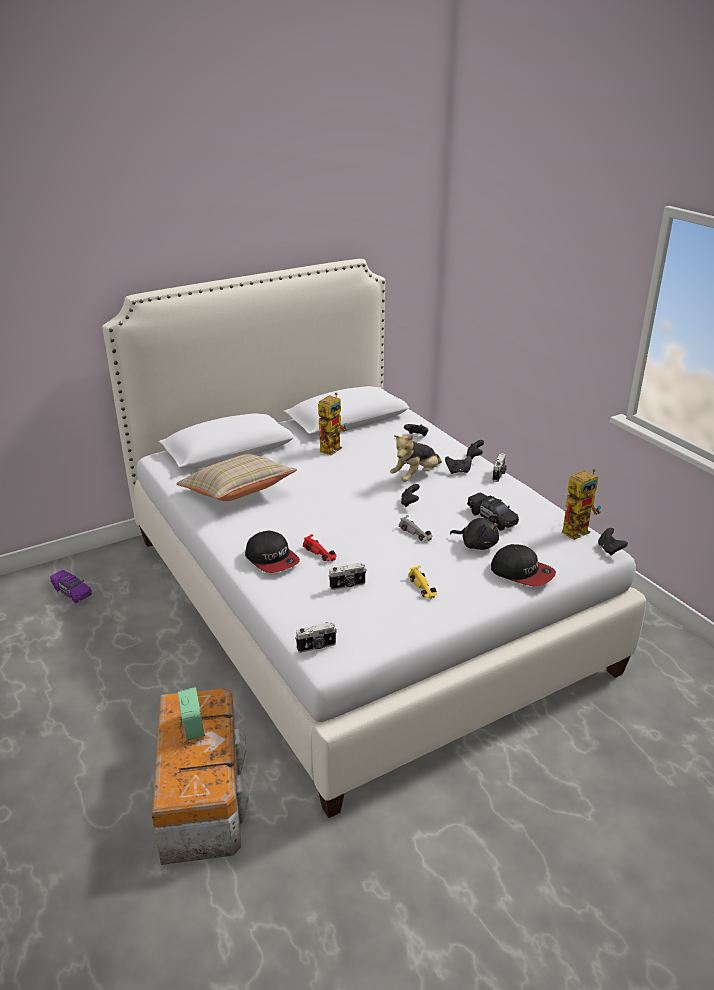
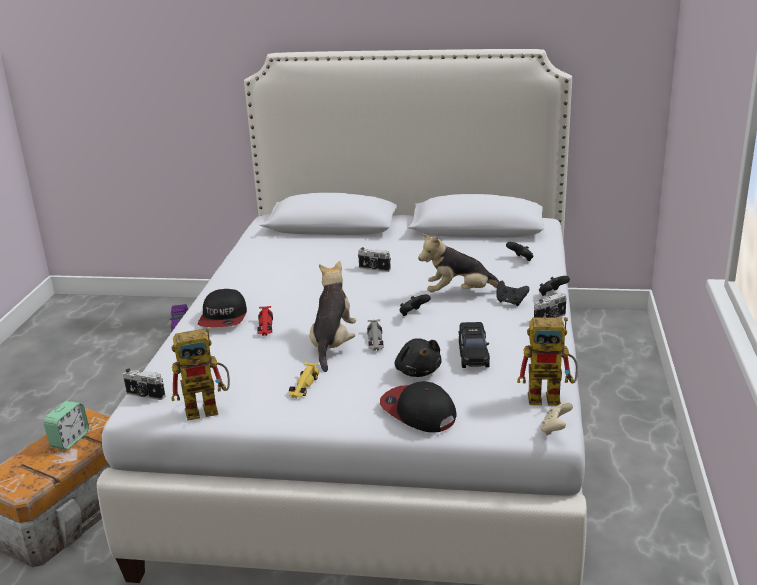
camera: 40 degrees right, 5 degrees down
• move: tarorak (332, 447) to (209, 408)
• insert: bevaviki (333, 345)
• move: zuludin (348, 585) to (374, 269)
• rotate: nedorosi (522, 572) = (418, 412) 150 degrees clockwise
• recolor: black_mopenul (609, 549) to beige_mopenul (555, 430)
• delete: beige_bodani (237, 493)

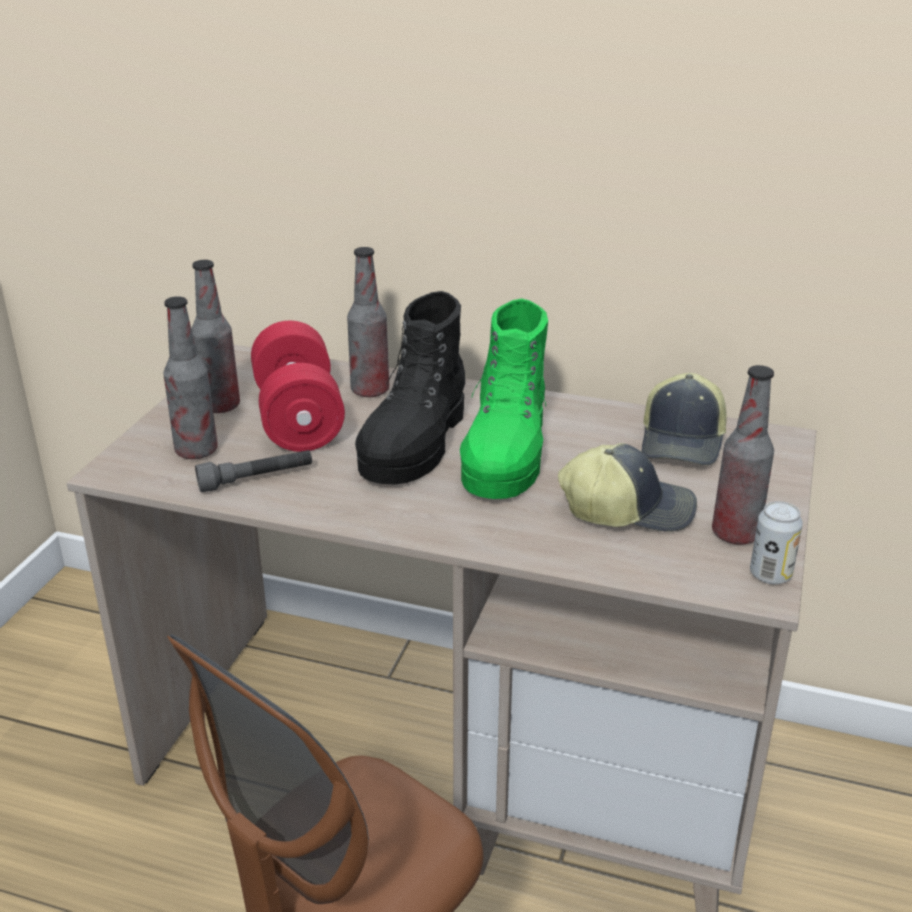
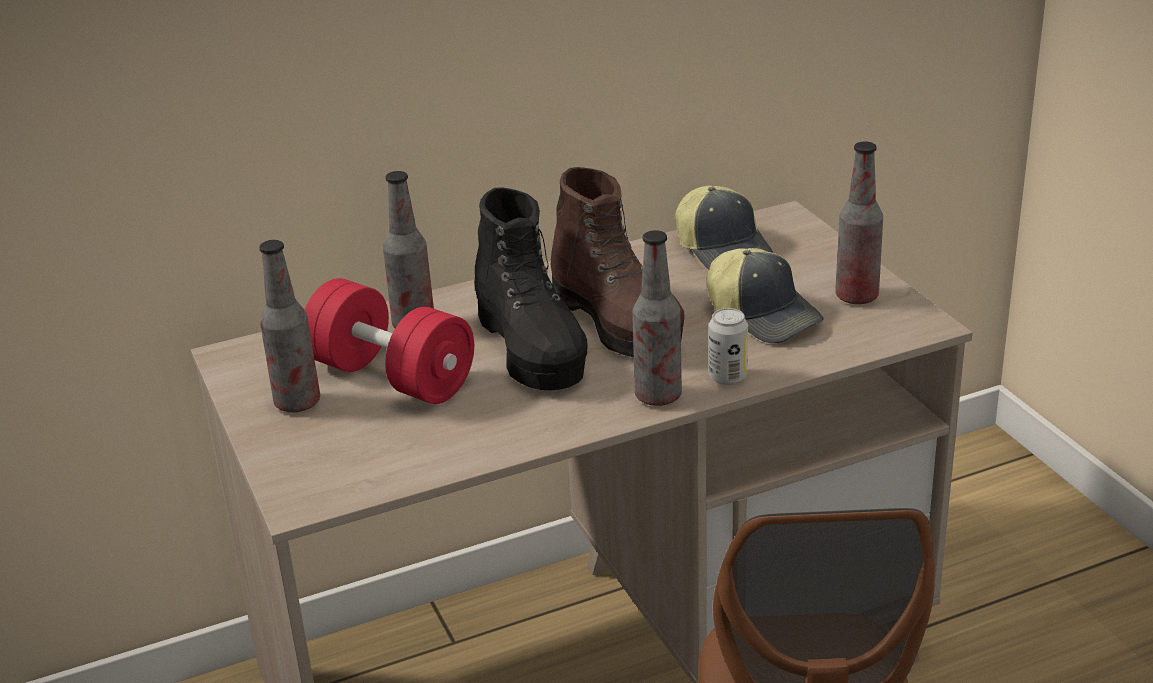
camera: 40 degrees left, 0 degrees up
• recolor: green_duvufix (506, 457) to brown_duvufix (618, 322)
• move: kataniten (196, 451) to (658, 396)
• rotate: nedorosi (627, 509) = (764, 315) 90 degrees clockwise
• move: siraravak (770, 575) to (728, 377)
• delete: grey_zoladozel (256, 479)

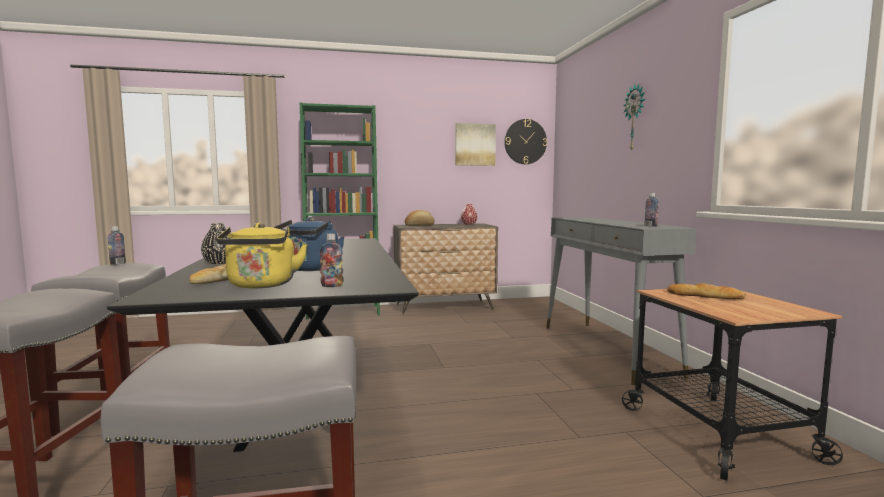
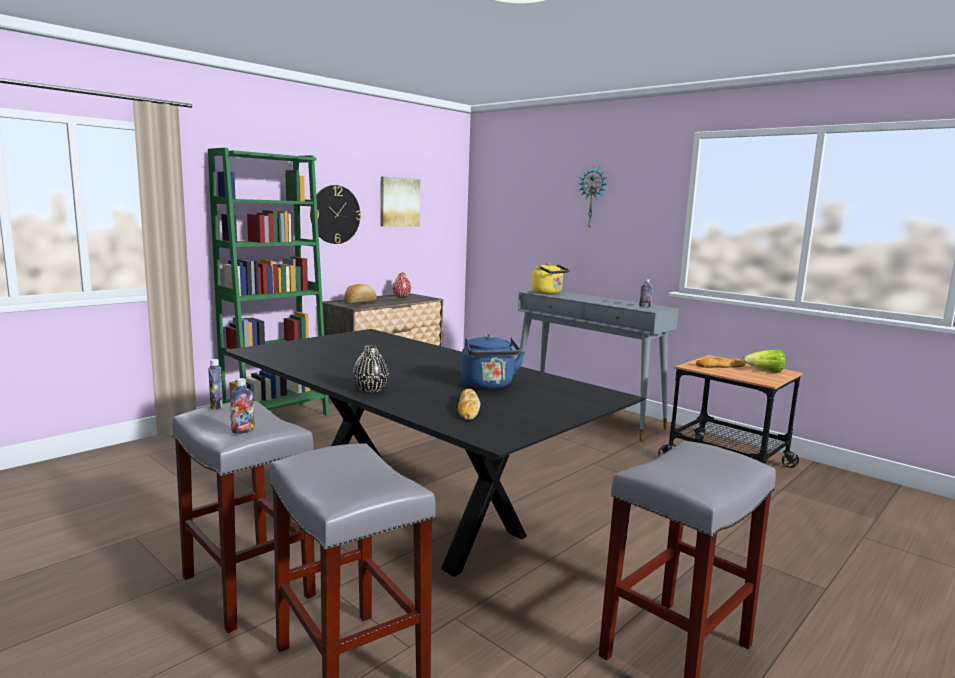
camera: 35 degrees left, 5 degrees up
• move: kataniten (332, 286) to (243, 431)
• move: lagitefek (525, 141) to (335, 214)
• move: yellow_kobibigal (261, 285) to (548, 293)
• insert: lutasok (765, 372)

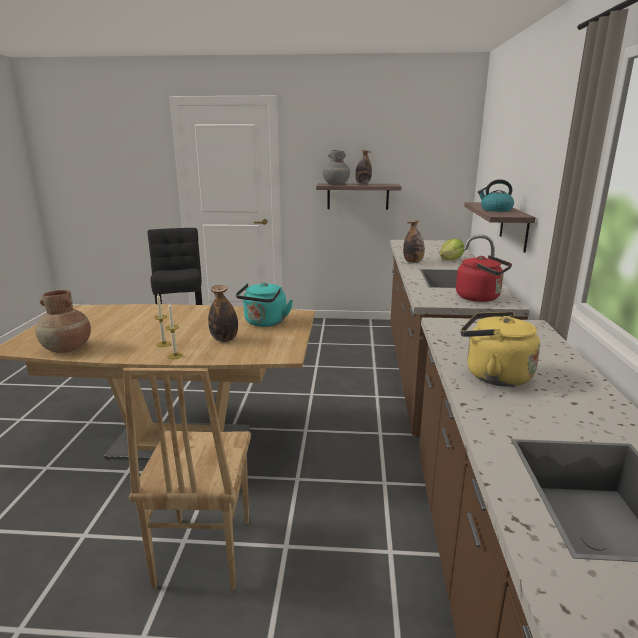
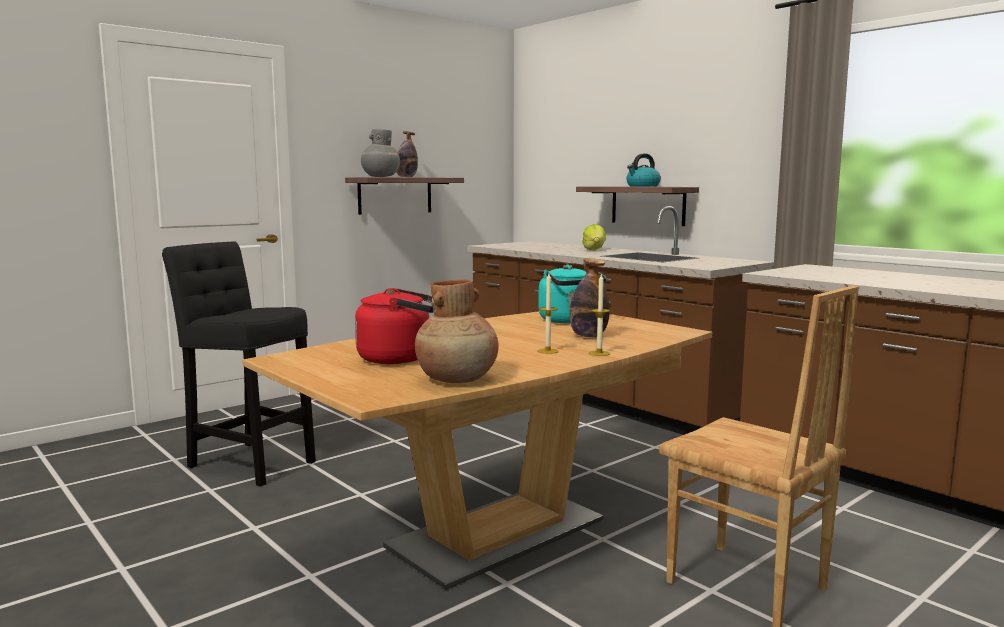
camera: 45 degrees left, 10 degrees down
• move: red_kobibigal (480, 298) to (399, 358)
• delete: kataniten (413, 262)
• delete: yellow_kobibigal (493, 375)

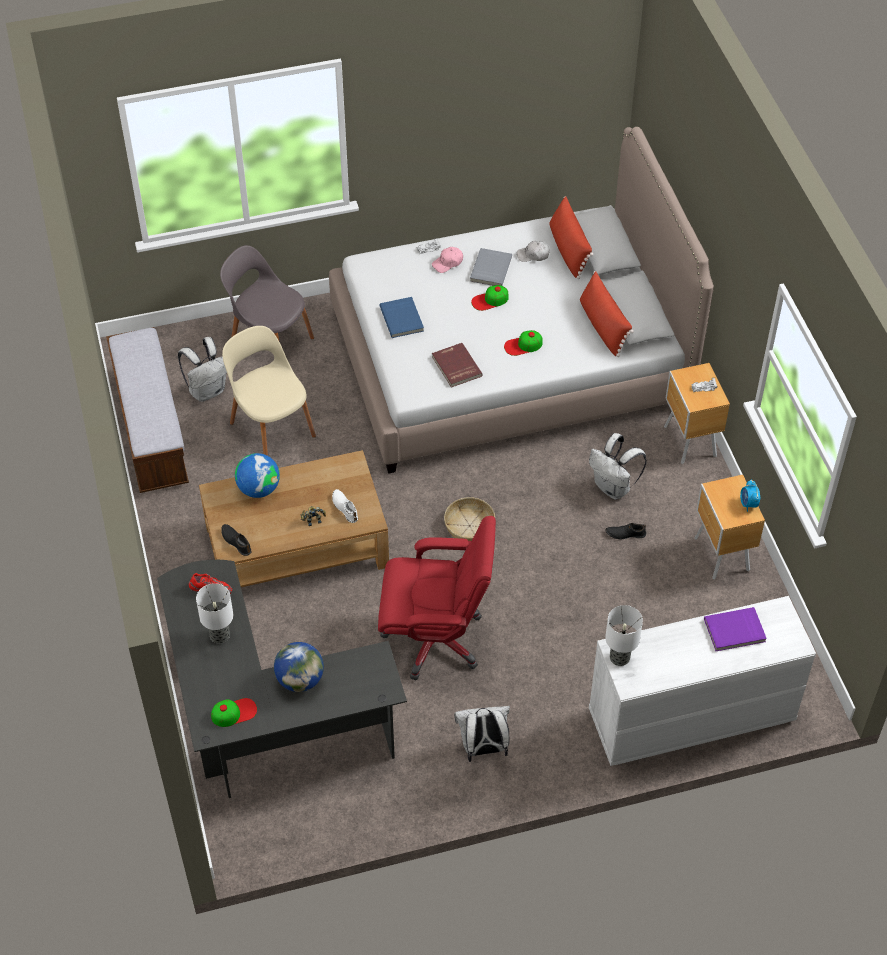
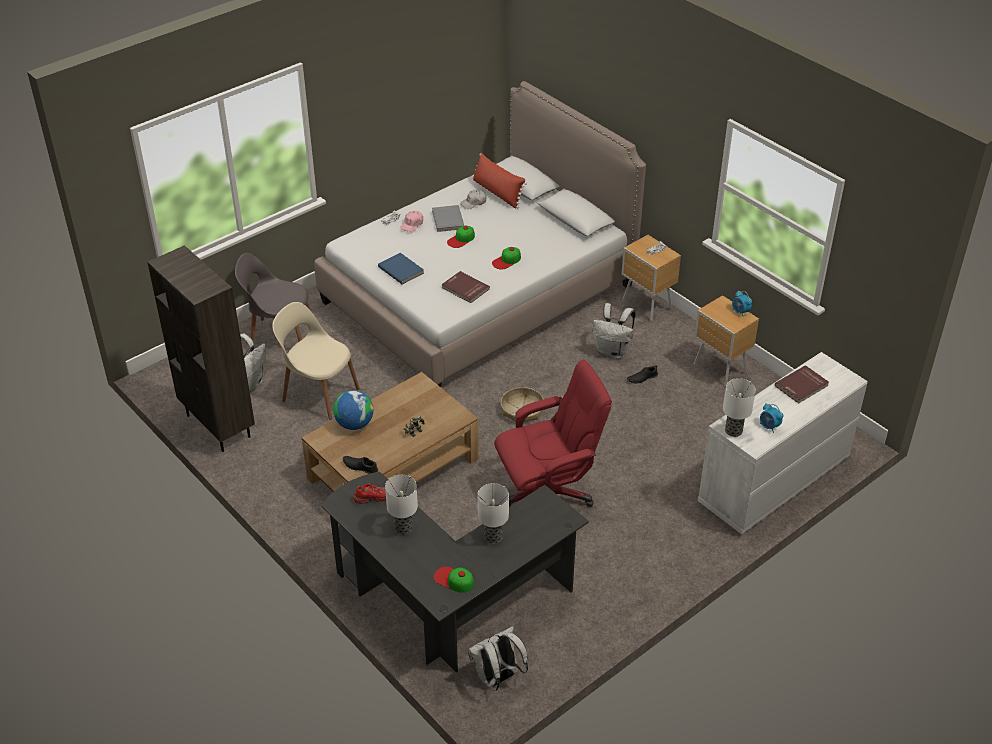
camera: 25 degrees left, 10 degrees down
• replace: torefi (151, 429) to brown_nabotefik (217, 426)
• rotate: nedorosi (234, 712) = (454, 580) 105 degrees counterclockwise
• move: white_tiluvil (483, 749) to (497, 678)
• replace: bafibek (300, 680) to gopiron (492, 536)
• insert: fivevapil (769, 427)
• recolor: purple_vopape (735, 631) to red_vopape (802, 386)
• delete: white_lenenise (345, 508)
• delete: red_bodani (603, 326)

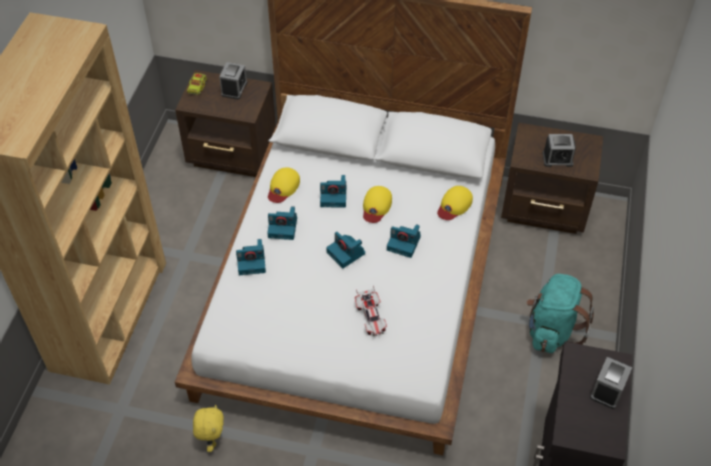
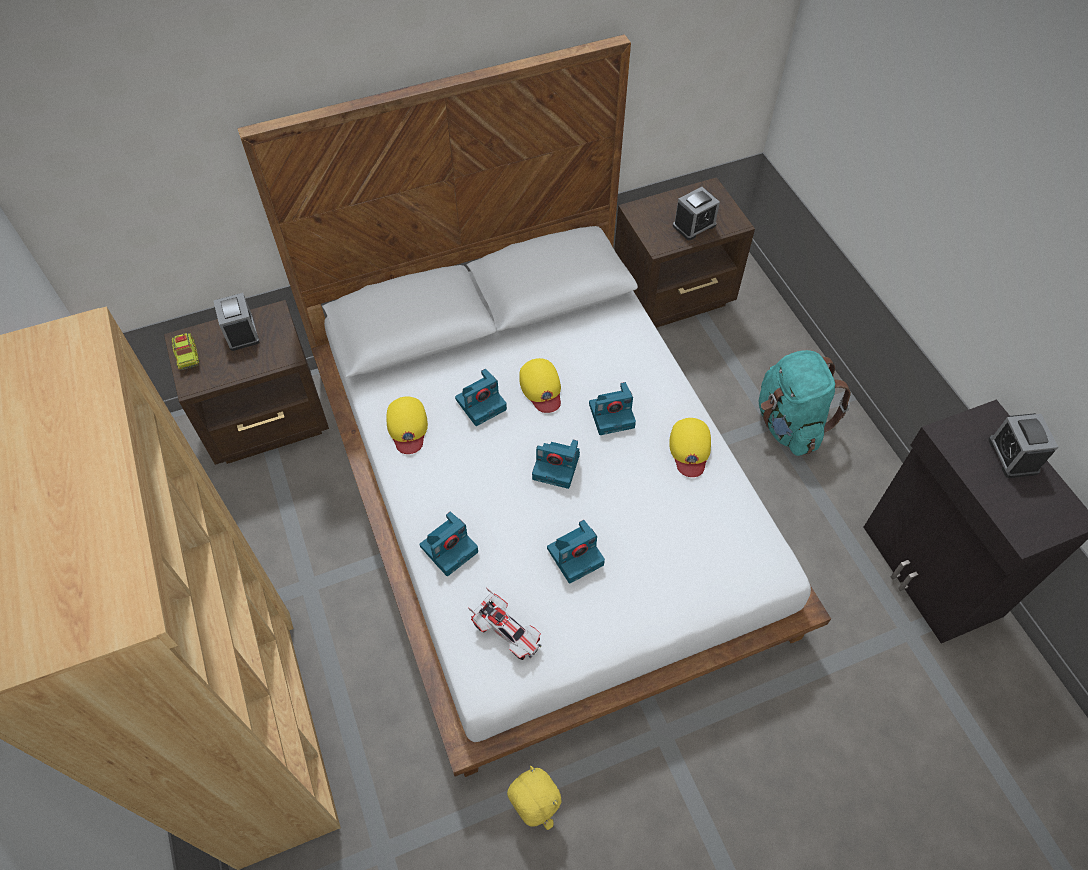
camera: 35 degrees left, 5 degrees up
• move: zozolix (371, 318) to (507, 632)
• move: zuludin (283, 227) to (576, 555)
• move: yellow_nedorosi (454, 205) to (690, 449)

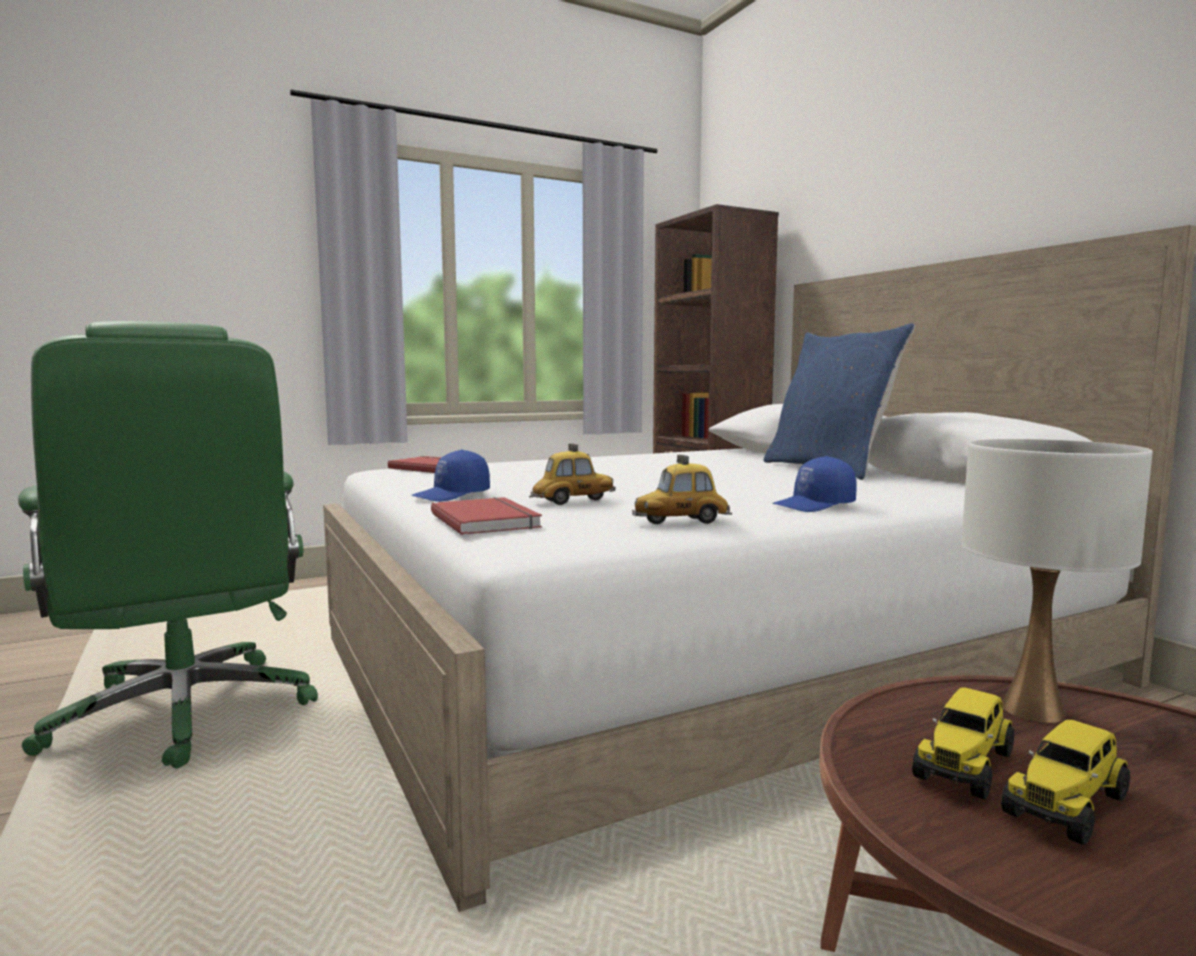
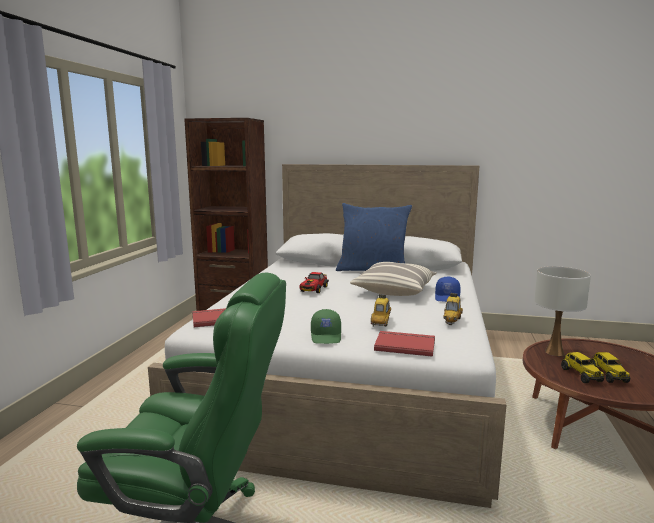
camera: 50 degrees left, 5 degrees up
• insert: zozolix (313, 290)
• recolor: blue_nedorosi (452, 496) to green_nedorosi (326, 336)
• insert: bodani (394, 290)

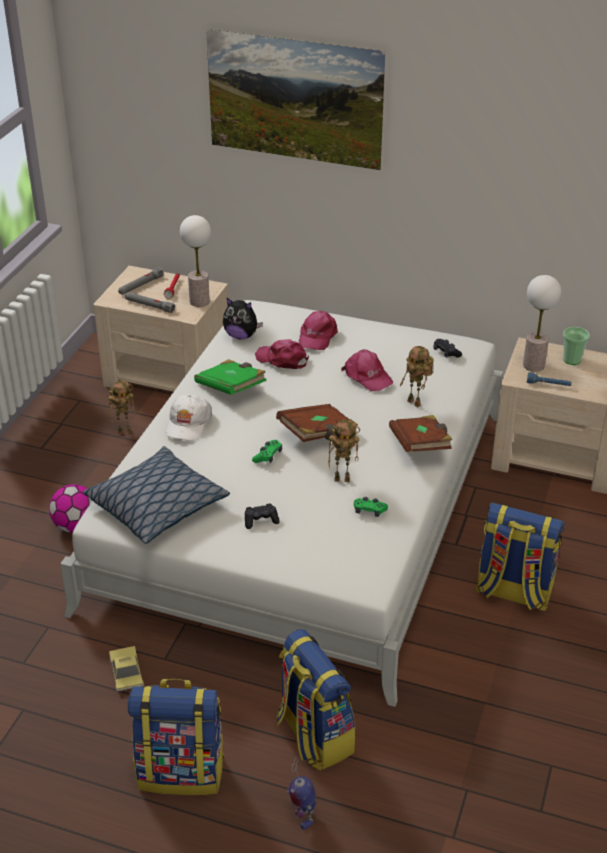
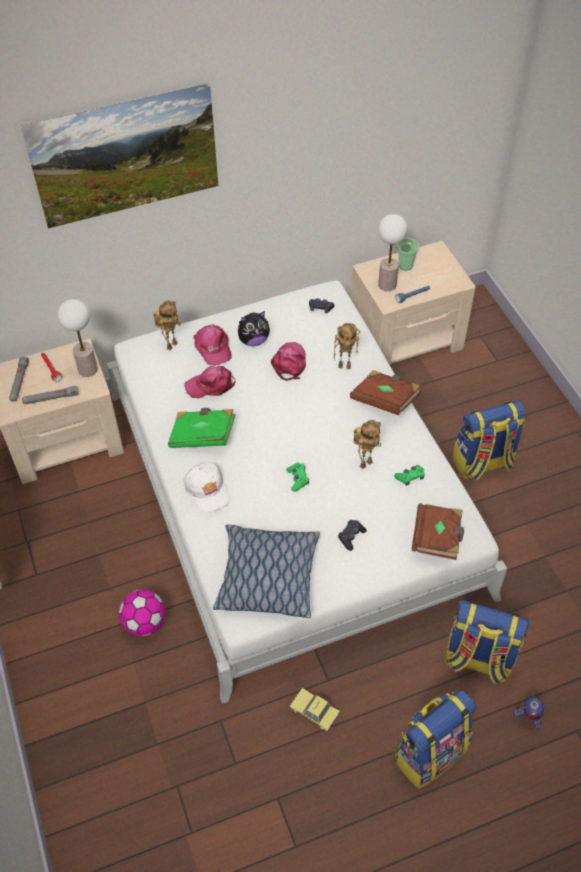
camera: 40 degrees left, 15 degrees up
• move: tarorak (125, 431) to (171, 344)
• move: bevaviki (241, 336) to (253, 340)
• rotate: pink_nedorosi (367, 376) = (289, 363) 90 degrees counterclockwise
• move: brown_vopape (317, 435) to (437, 538)

